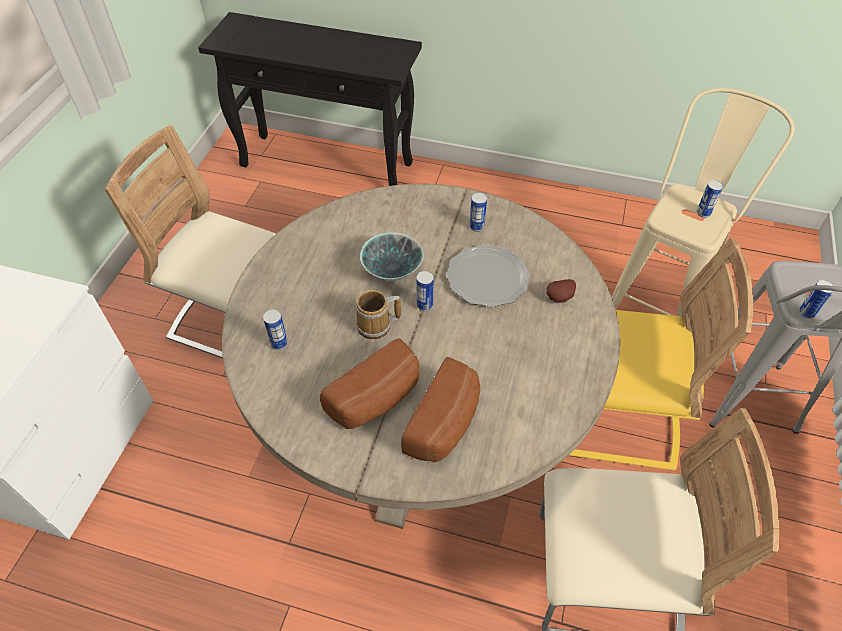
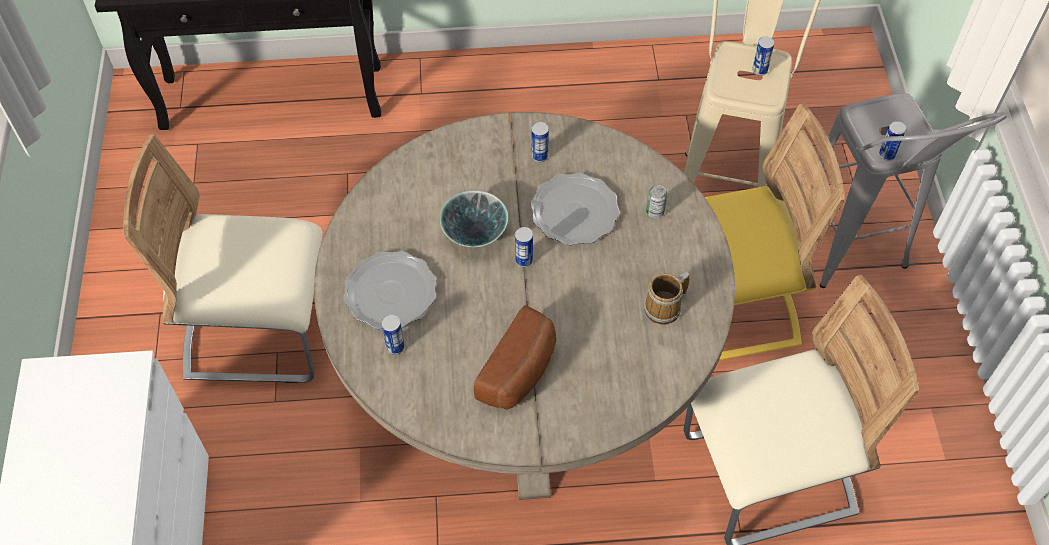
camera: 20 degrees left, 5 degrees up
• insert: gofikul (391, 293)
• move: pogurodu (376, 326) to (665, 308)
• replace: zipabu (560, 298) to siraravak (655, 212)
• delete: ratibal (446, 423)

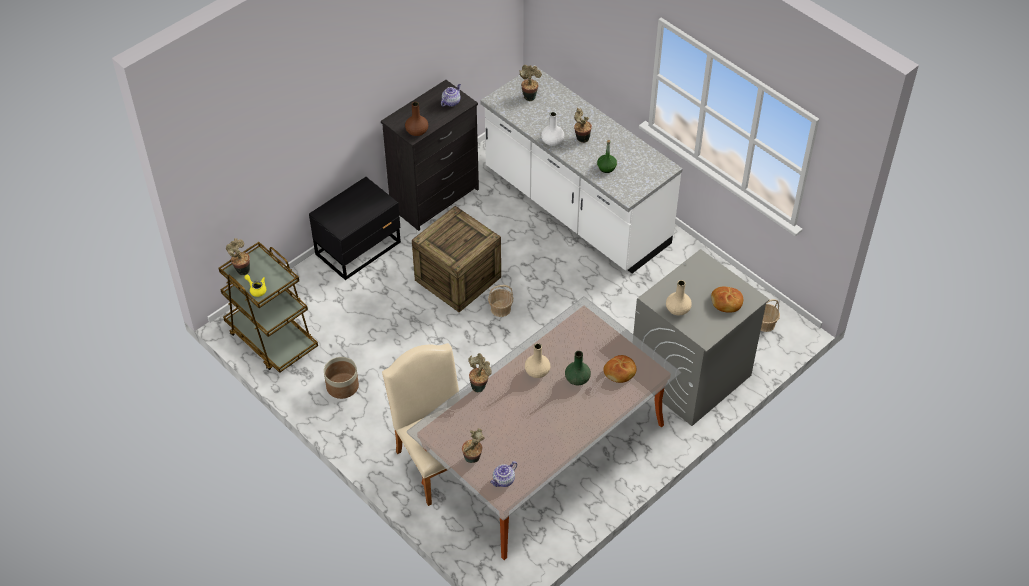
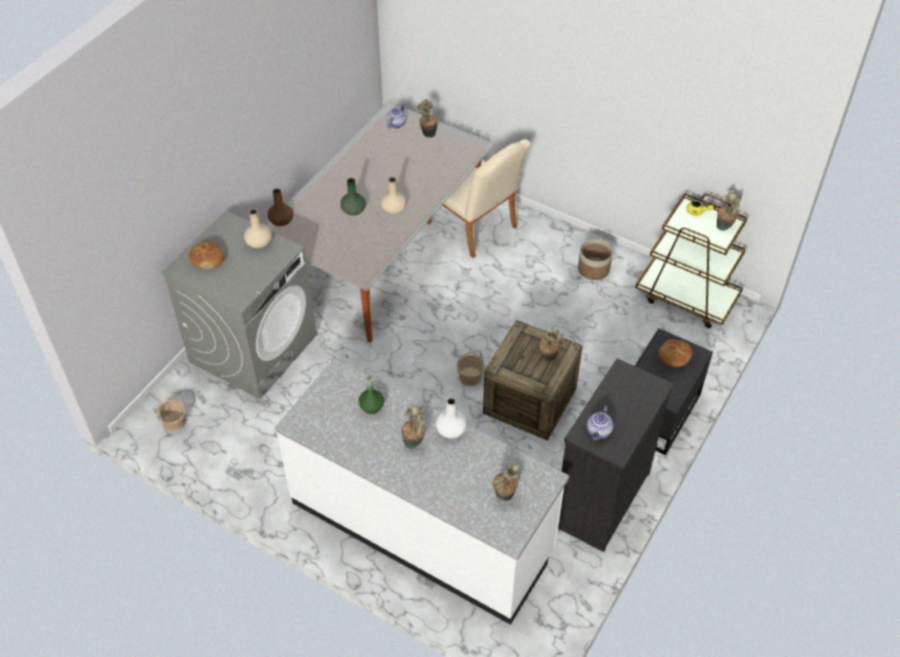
camera: 165 degrees right, 0 degrees up
• move: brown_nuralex (416, 131) to (281, 221)
• move: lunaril (479, 386) to (547, 357)
• move: ratibal (620, 372) to (673, 356)

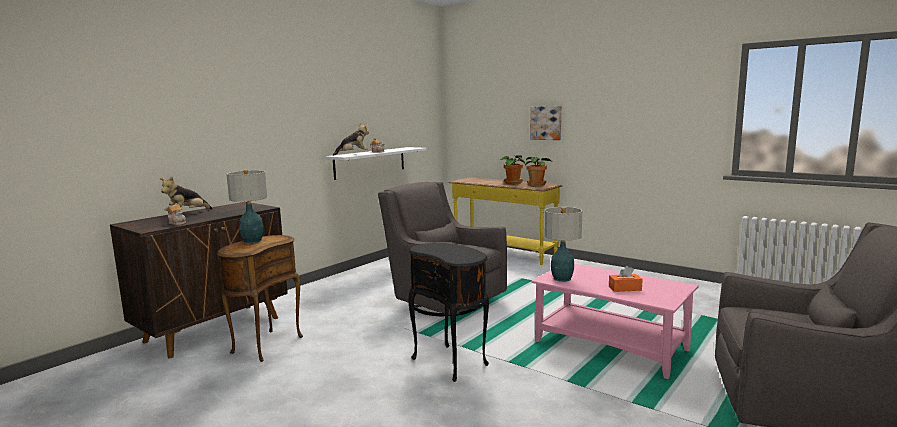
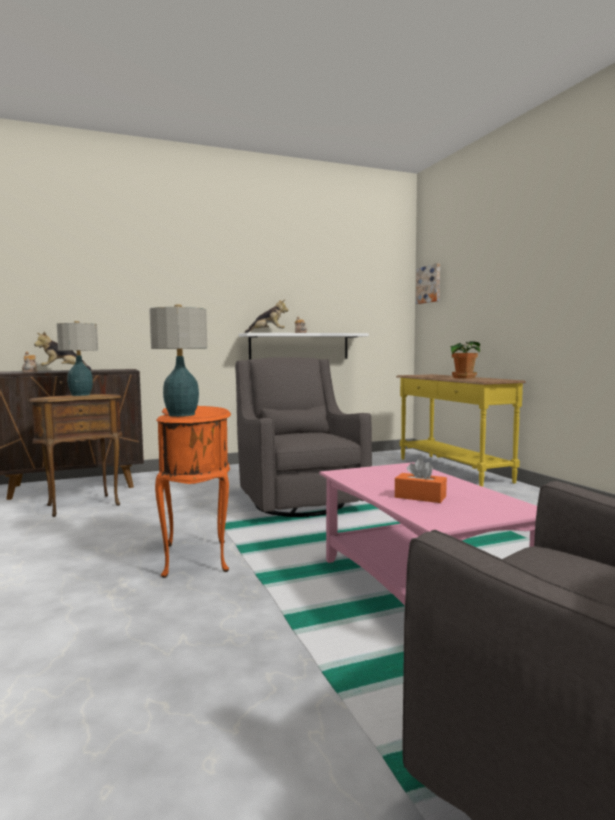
camera: 30 degrees right, 5 degrees down
• move: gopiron (561, 278) to (181, 414)
• recolor: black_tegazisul (452, 362) to orange_tegazisul (199, 558)
• move: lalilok (546, 123) to (429, 284)
• delete: lunaril (536, 185)

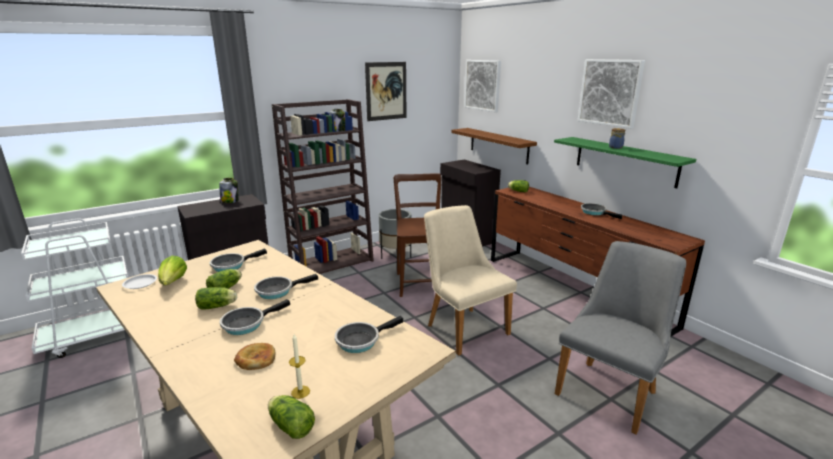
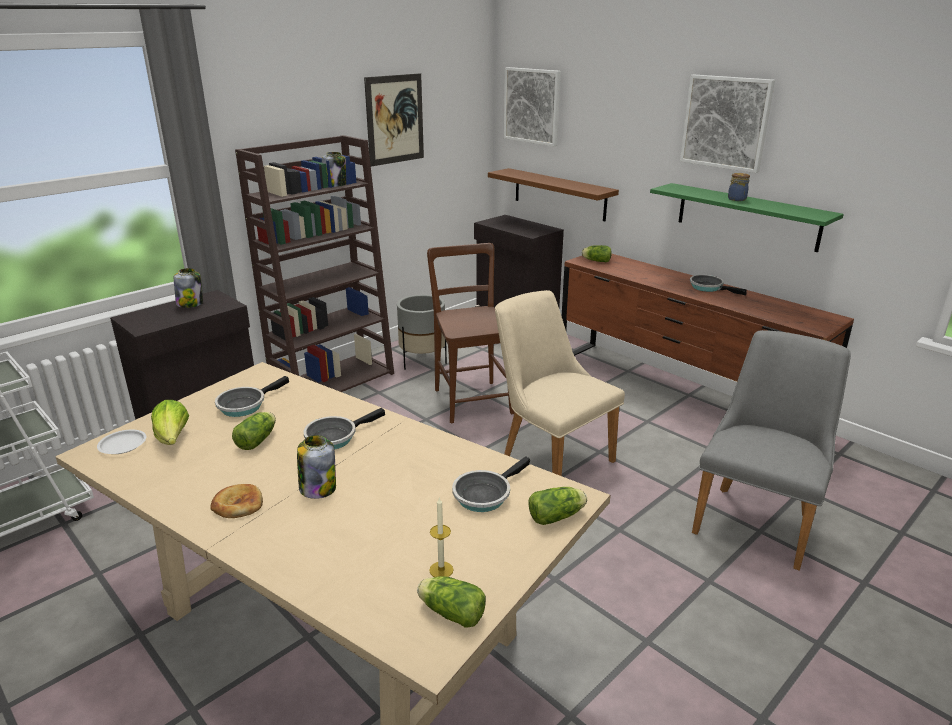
camera: 10 degrees left, 5 degrees up
• move: ratibal (256, 359) to (238, 504)
• replace: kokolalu (247, 323) to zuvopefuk (318, 488)
• move: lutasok (218, 306) to (558, 516)

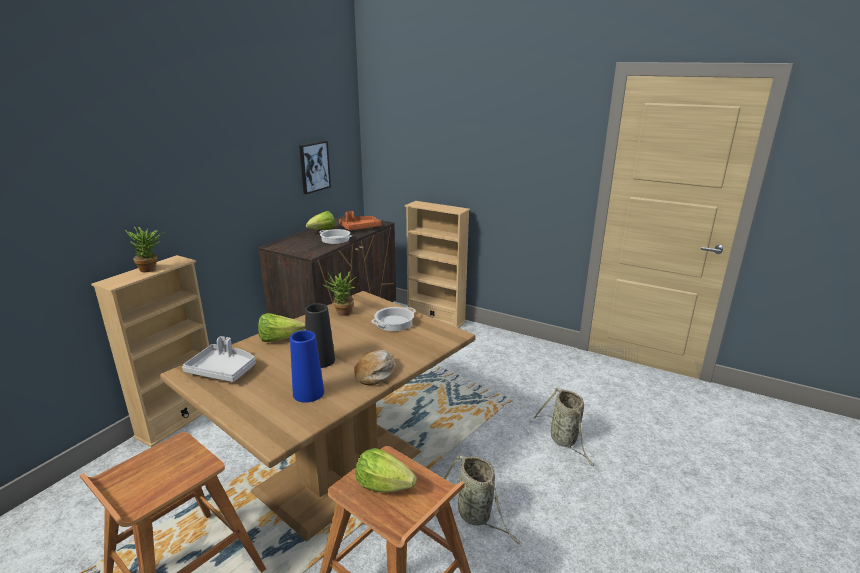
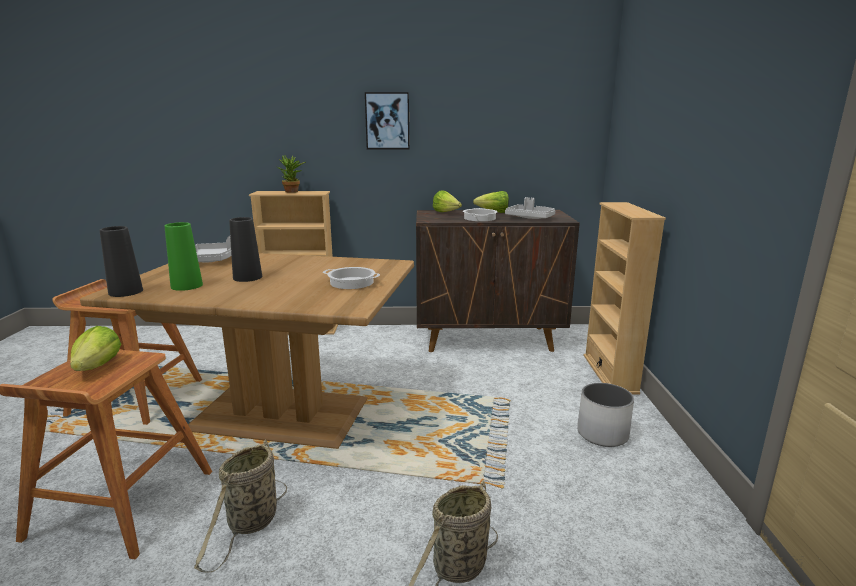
camera: 60 degrees right, 5 degrees down
• insert: black_nuralex (126, 292)
• recolor: blue_nuralex (308, 393) to green_nuralex (187, 286)
• move: lalilok (314, 167) to (387, 121)
• move: lutasok (279, 339) to (446, 213)
• recolor: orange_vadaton (360, 228) to grey_vadaton (530, 218)
• insert: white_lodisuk (602, 434)
• delete: lunaril (342, 313)
• delete: ratibal (375, 373)

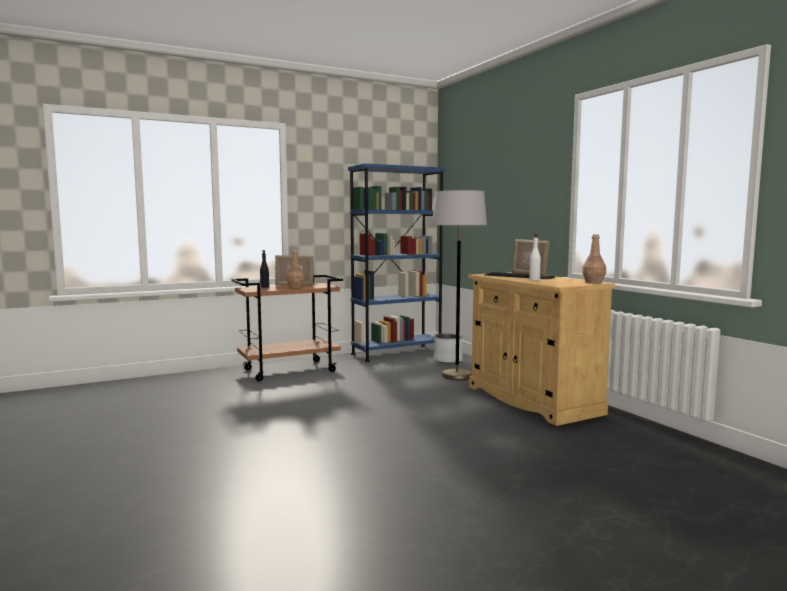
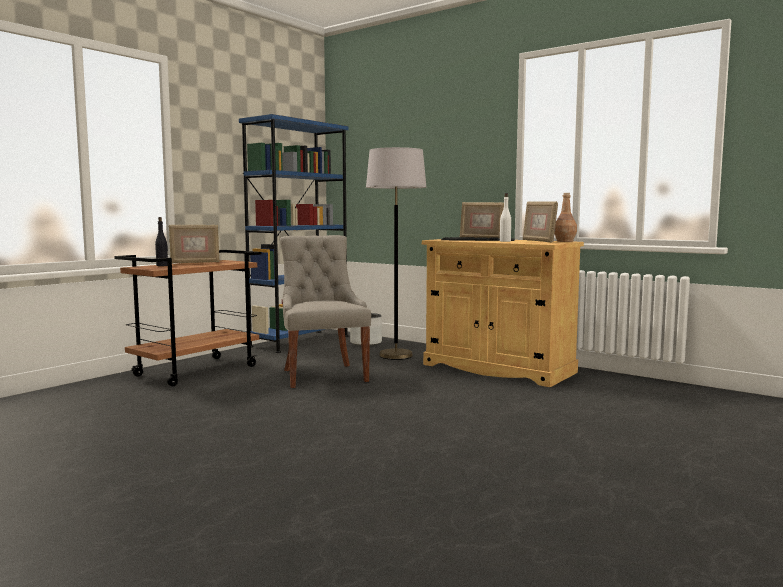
camera: 25 degrees left, 0 degrees up
• insert: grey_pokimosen (323, 375)
• insert: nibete (538, 241)
• delete: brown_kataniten (295, 287)

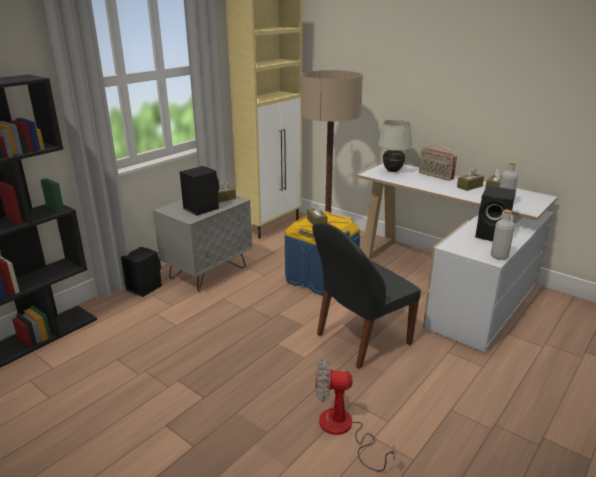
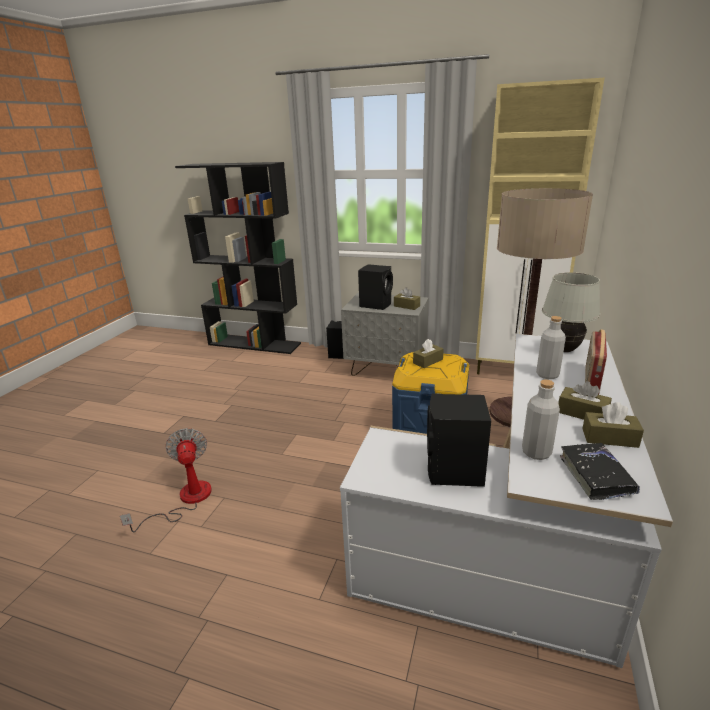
camera: 70 degrees right, 0 degrees up
• move: grey_kataniten (499, 256) to (547, 375)
• insert: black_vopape (595, 476)
• delete: black_pokimosen (361, 340)

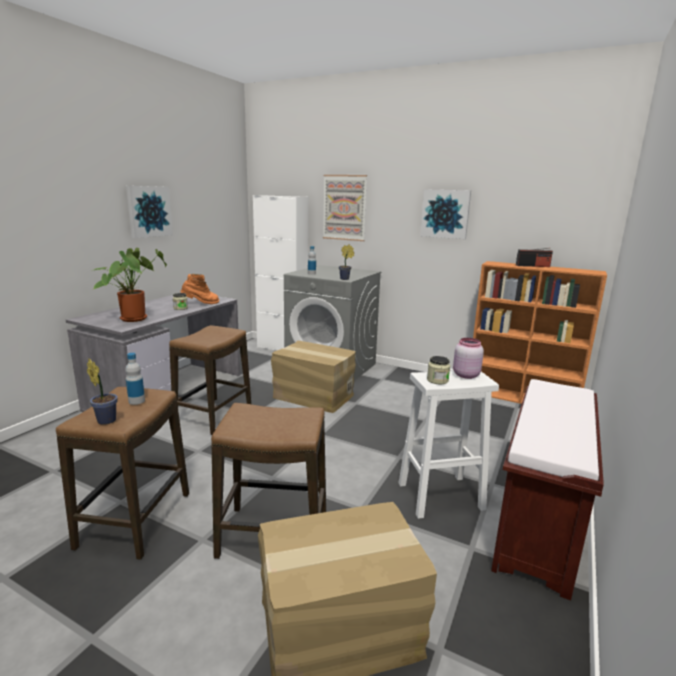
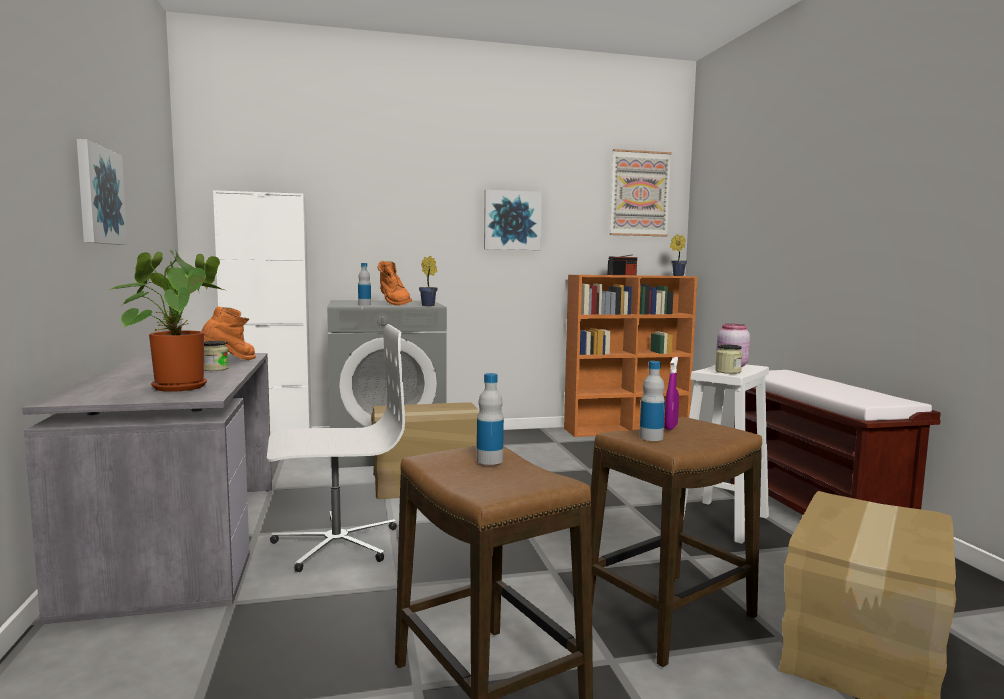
camera: 40 degrees left, 10 degrees down
• replace: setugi (214, 416) to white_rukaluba (335, 543)
• insert: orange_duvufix (393, 304)
• move: lalilok (344, 207) to (639, 193)
• insert: kataniten (651, 437)
• insert: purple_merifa (671, 427)
• move: lunaril (105, 420) to (676, 275)

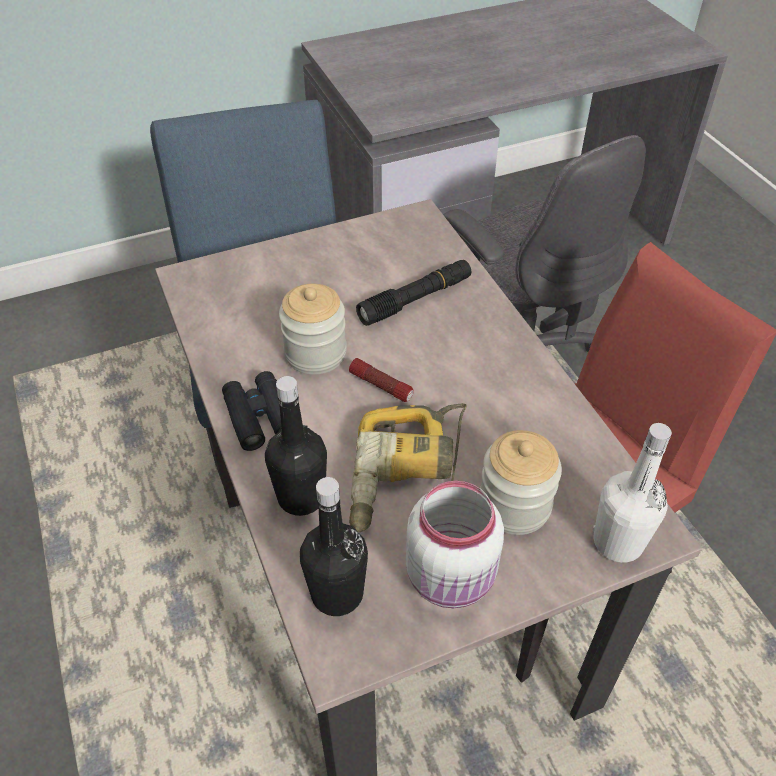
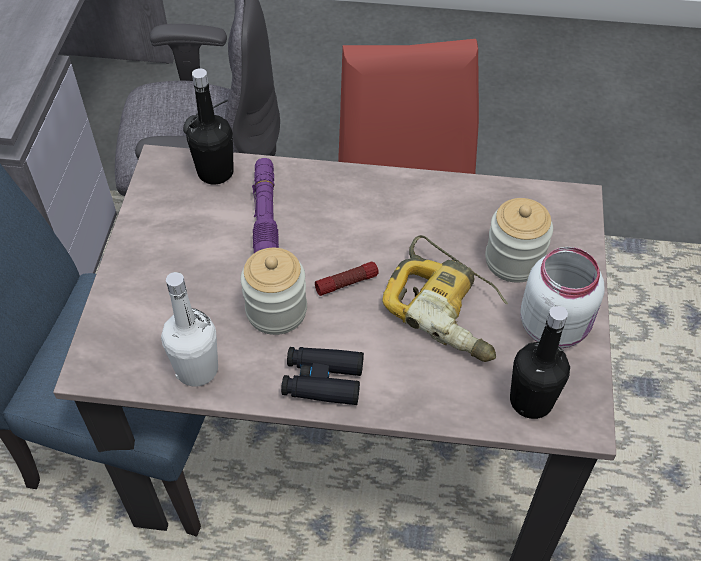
camera: 60 degrees left, 5 degrees up
• move: white_kataniten (618, 542) to (197, 369)
• move: black_kataniten (301, 497) to (215, 172)
• recolor: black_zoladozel (415, 300) to purple_zoladozel (265, 215)

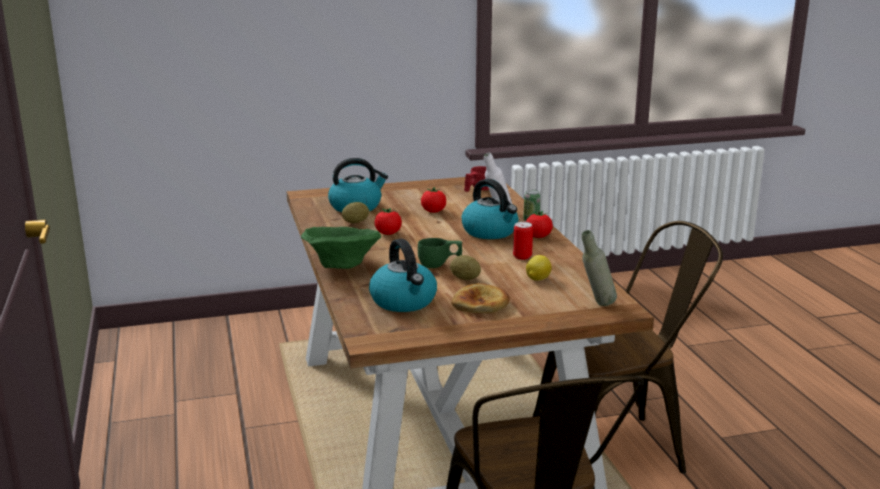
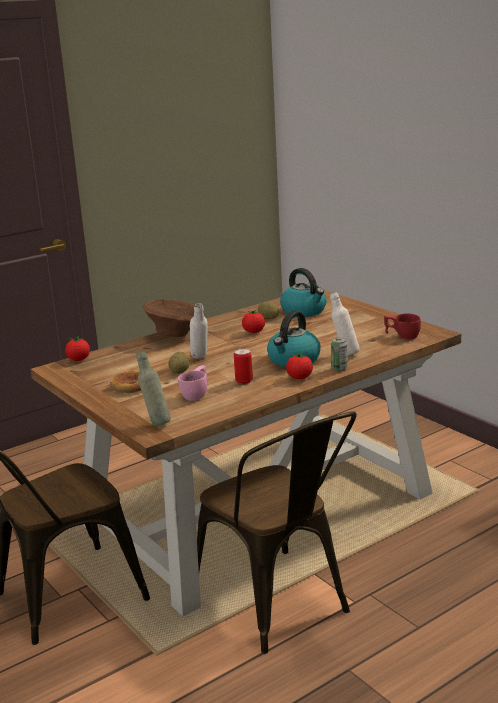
camera: 70 degrees right, 0 degrees up
• move: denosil (433, 211) to (78, 360)
• recolor: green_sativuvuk (341, 266) to brown_sativuvuk (175, 334)
• replace: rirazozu (537, 279) to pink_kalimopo (197, 394)
• replace: green_kalimopo (439, 265) to white_kataniten (200, 359)
• delete: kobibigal (404, 301)

